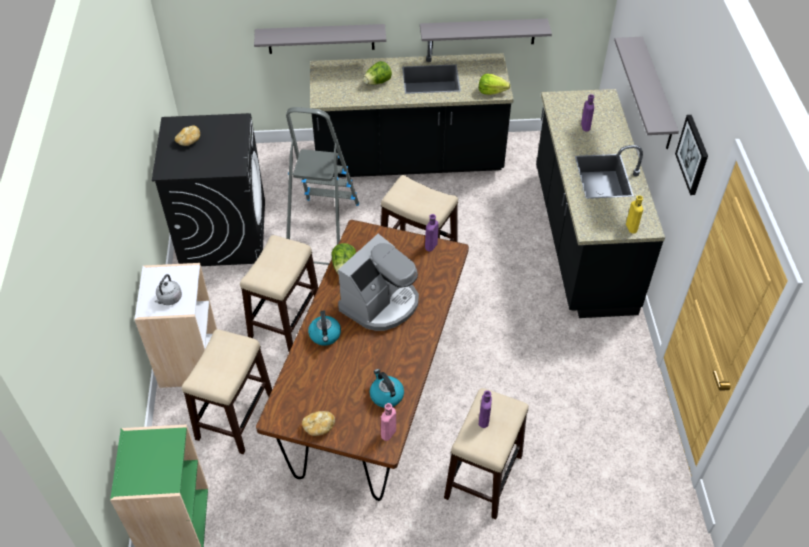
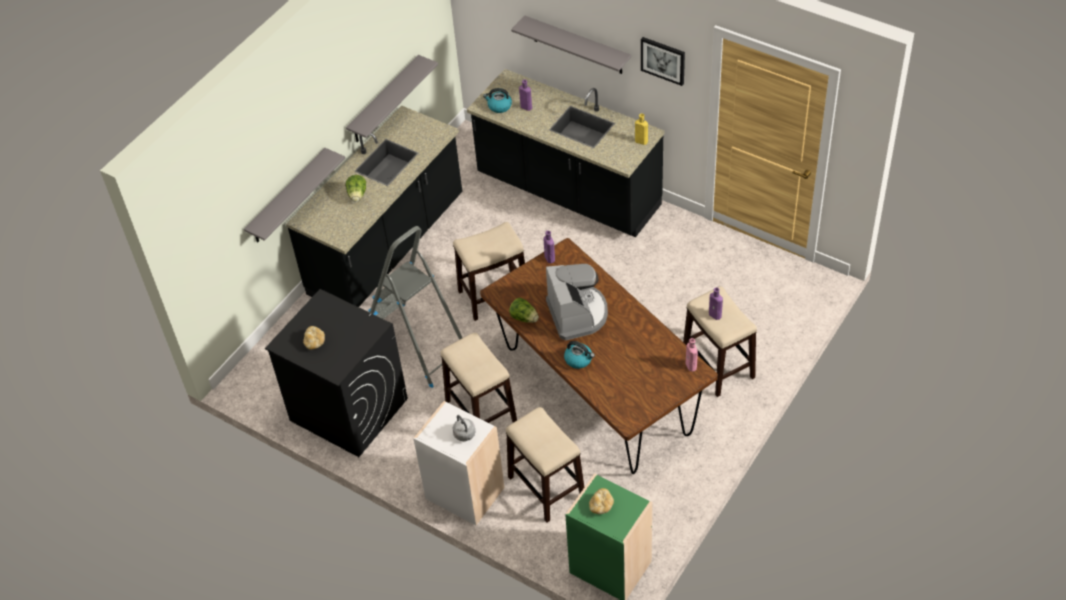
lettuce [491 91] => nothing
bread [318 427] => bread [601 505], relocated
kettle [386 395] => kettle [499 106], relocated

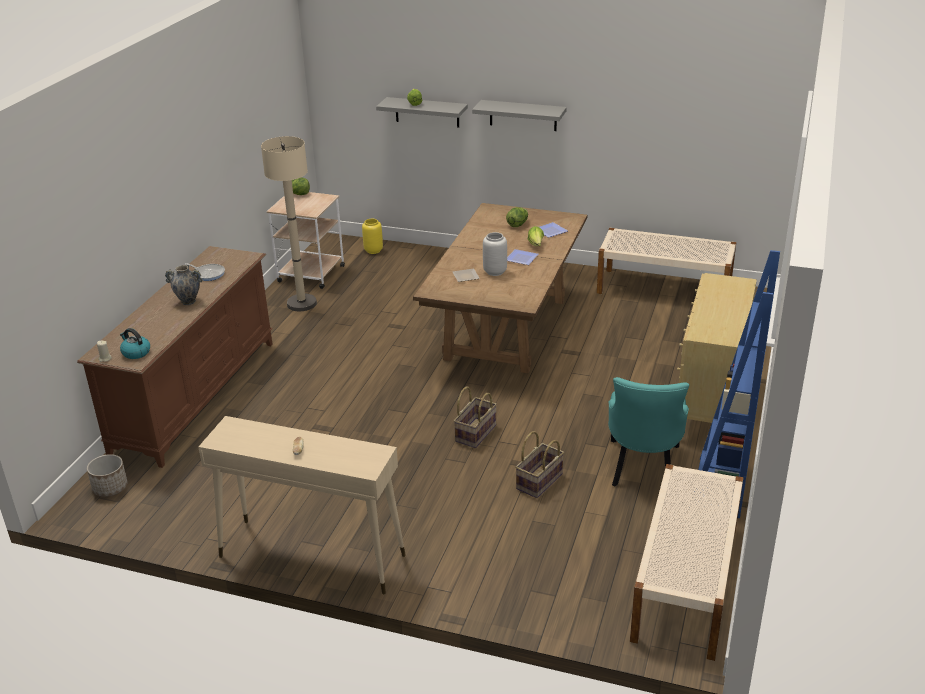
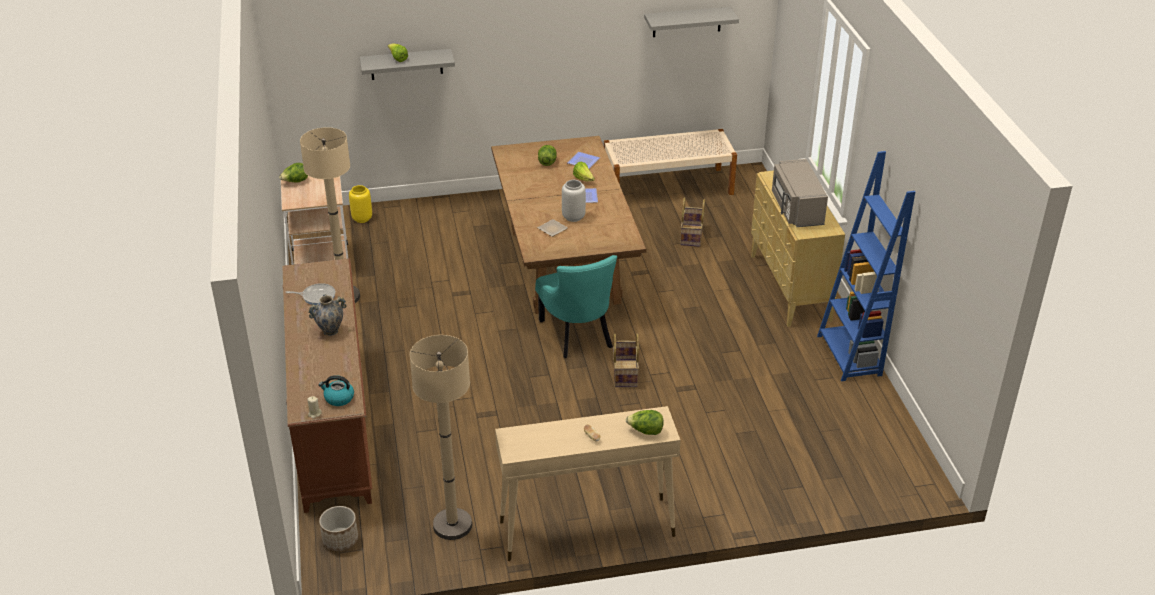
bench (beige) [686 582] => nothing
nothing => floor lamp (beige) [452 525]
nothing => lettuce [645 431]
nothing => microwave (grey) [796 209]
shelf (grey) [523 115] => shelf (grey) [687 22], relocated
basket [540 482] => basket [692 236], relocated
chair (turquoise) [643 464] => chair (turquoise) [576 333], relocated

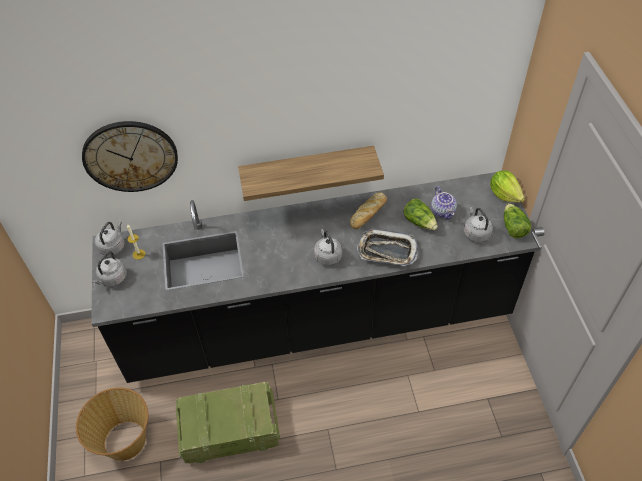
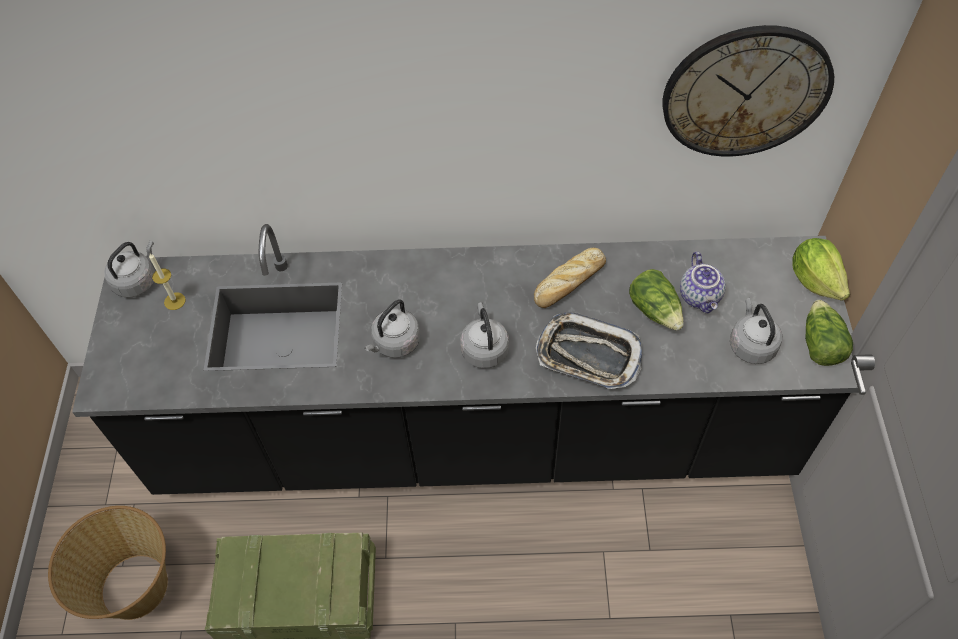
shelf [307 170] => nothing
wall clock [130 156] => wall clock [745 92], relocated
kettle (grey) [112 279] => kettle (grey) [395 343], relocated

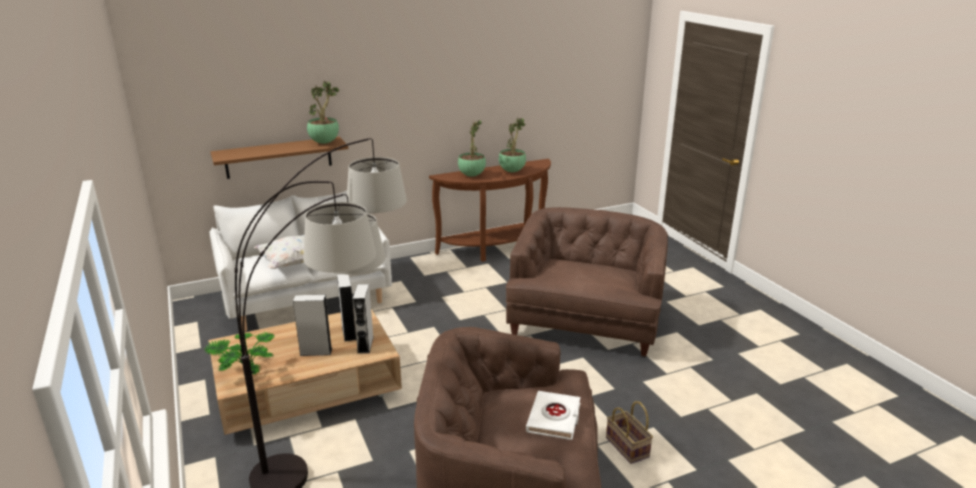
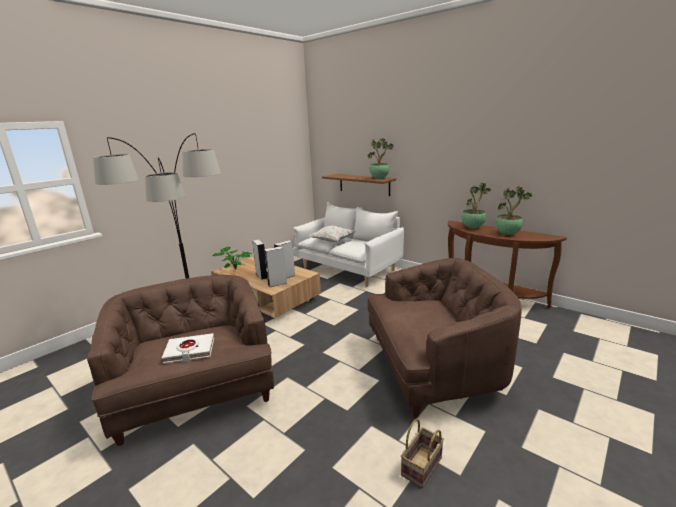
basket [628 447] => basket [422 467], relocated

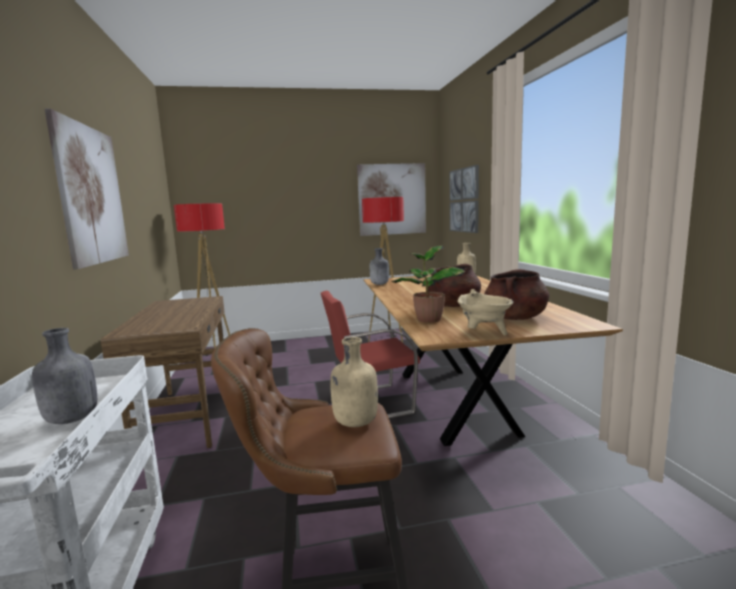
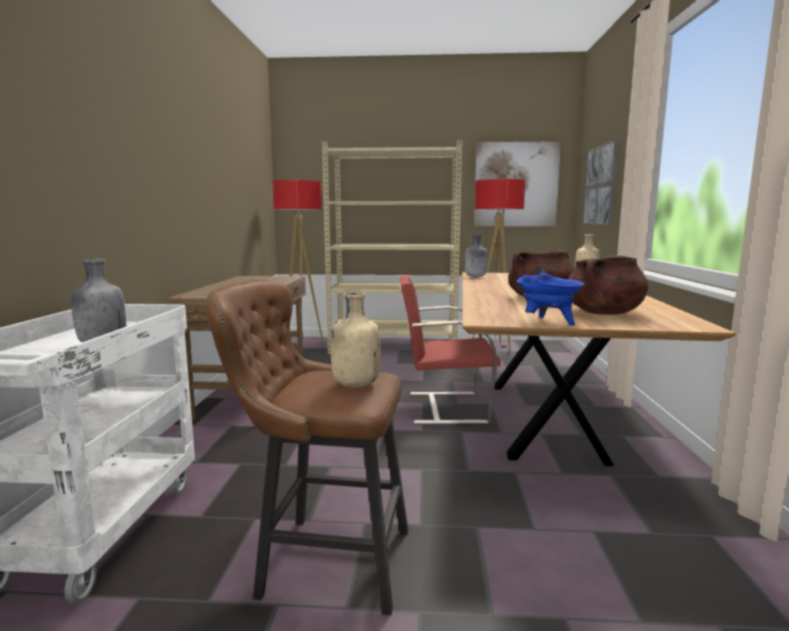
picture [91 195] => nothing
potted plant [428 320] => nothing
nothing => bookcase (beige) [394 346]
cooking pot (beige) [484 334] => cooking pot (blue) [548 322]

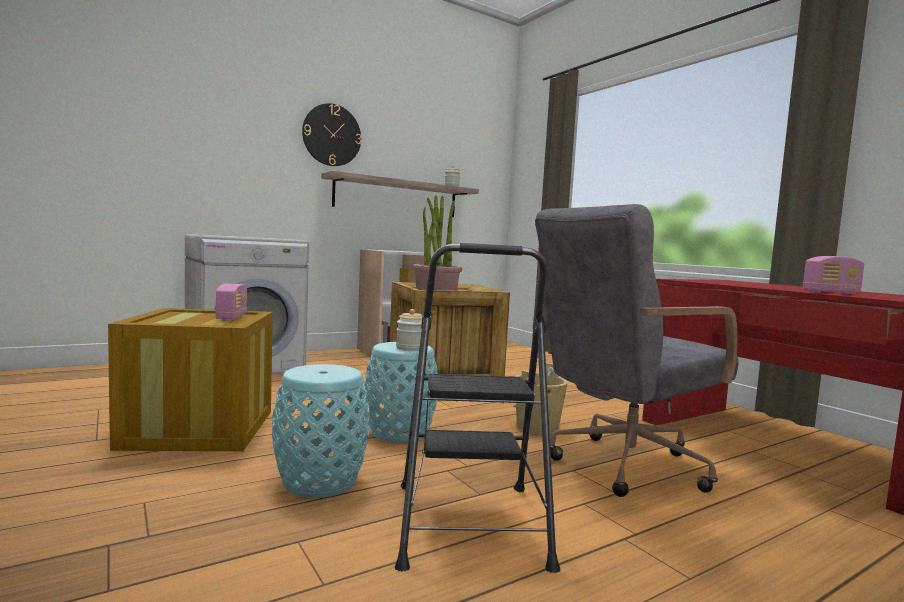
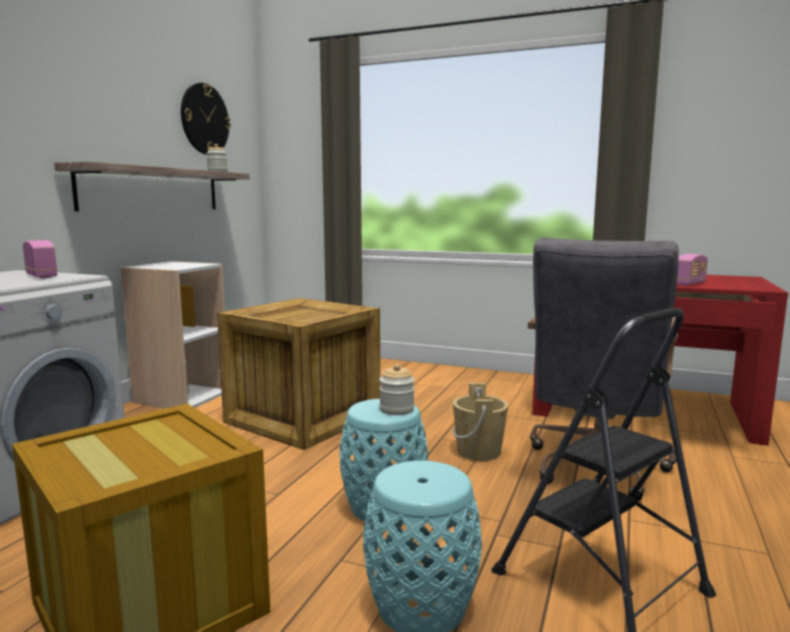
potted plant [436 289] => nothing
radio [232 317] => radio [41 276], relocated
wall clock [332 135] => wall clock [204 119], relocated

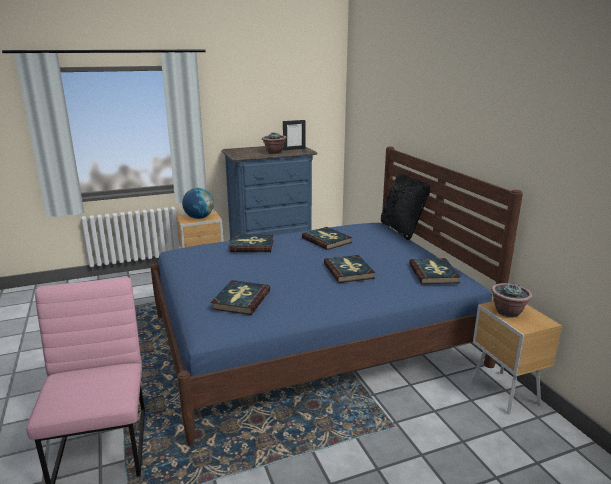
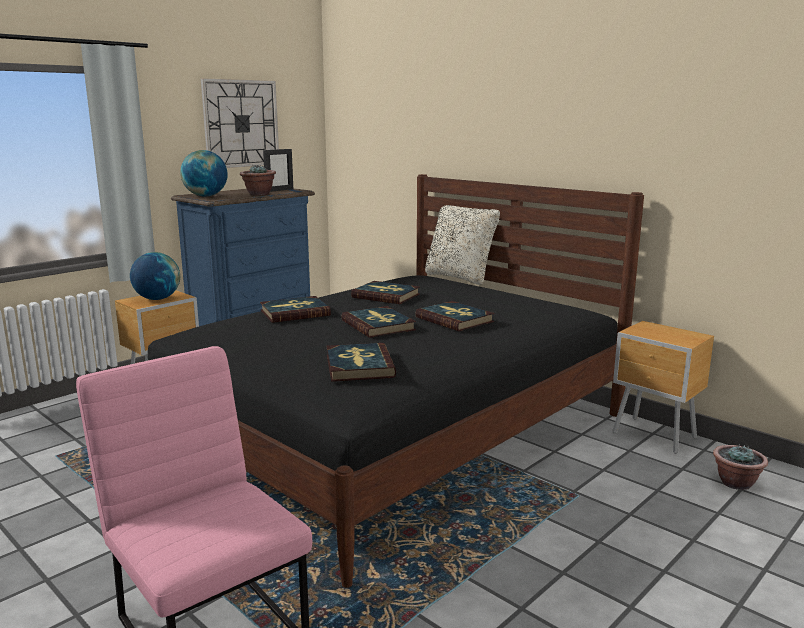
nothing => globe [206 196]
nothing => wall clock [241 123]
book [434 273] => book [378 325], relocated
potted plant [508 312] => potted plant [736 483], relocated
bed (blue) [311 340] => bed (black) [395 432]
pillow (black) [402 231] => pillow (beige) [460 279]

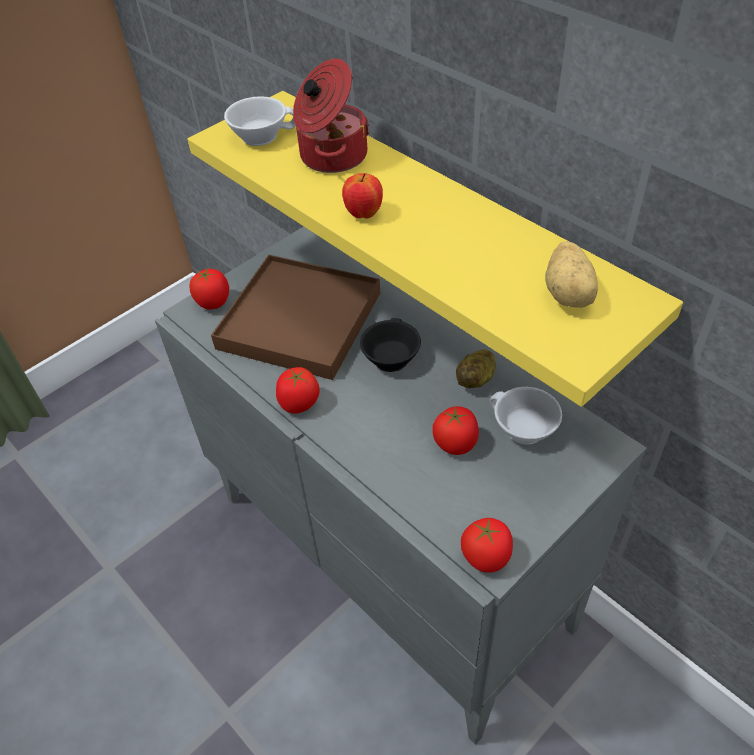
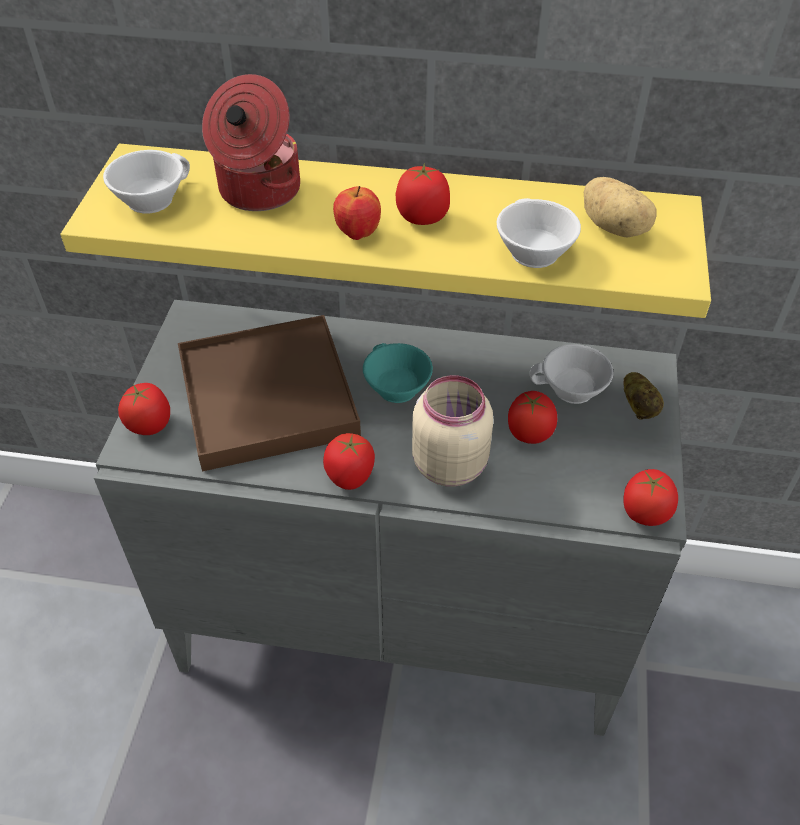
nothing => tomato [422 217]
nothing => jar (beige) [449 463]
nothing => cup (white) [530 251]
potato [476 379] => potato [639 407], relocated
cup (black) [389 357] => cup (turquoise) [394 387]

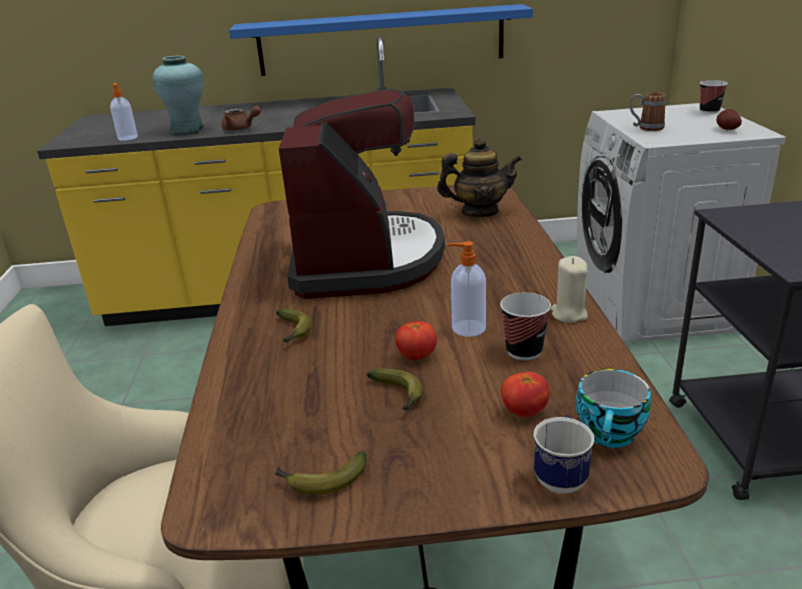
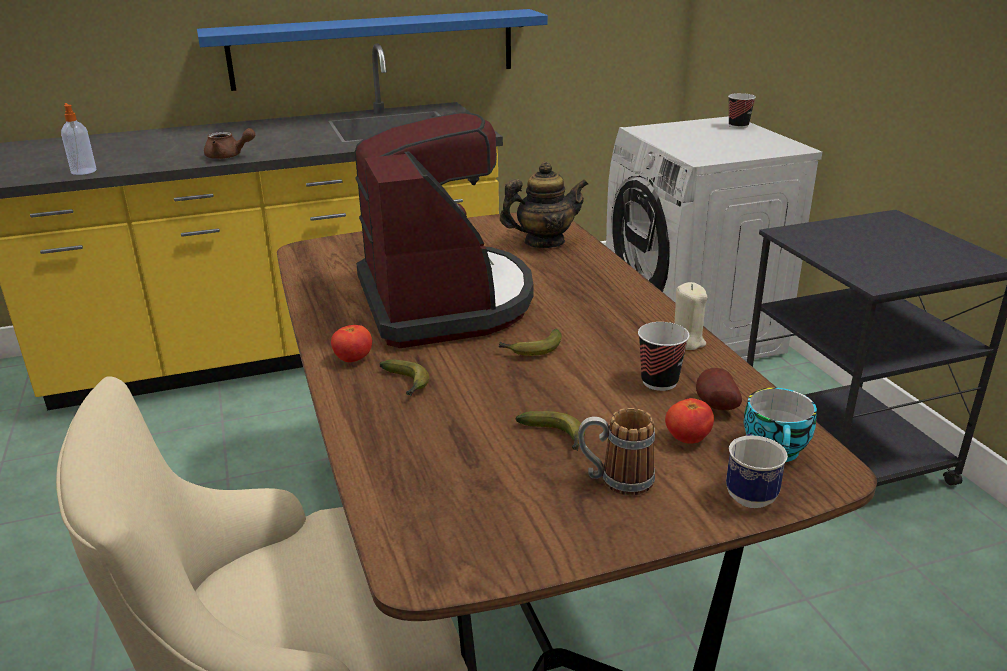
vase (turquoise) [187 130] => nothing
soap dispenser [467 328] => nothing
banana [321 481] => banana [532 350], relocated
tomato [416 356] => tomato [353 359], relocated
mug [645 128] => mug [615 480], relocated
potato [726 129] => potato [714 406], relocated

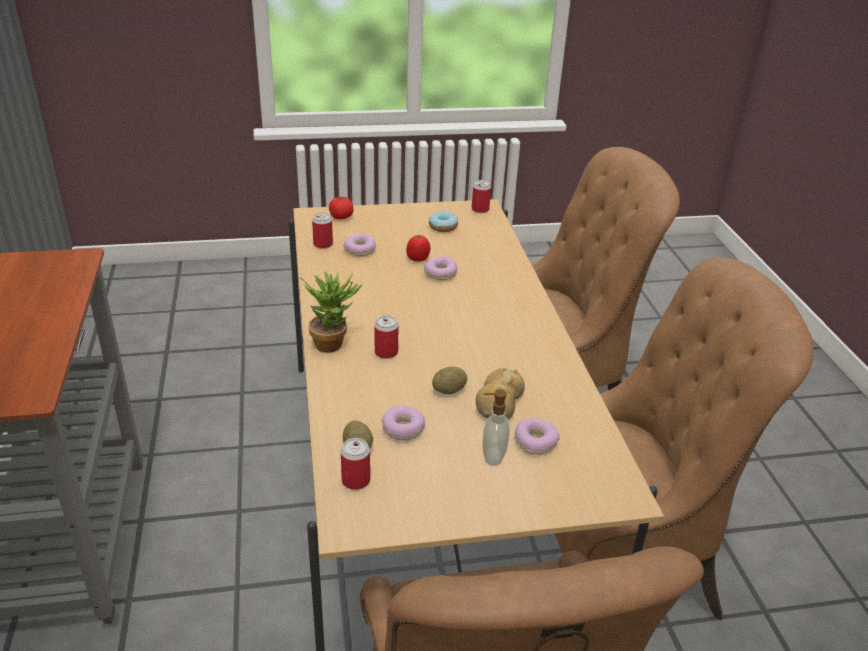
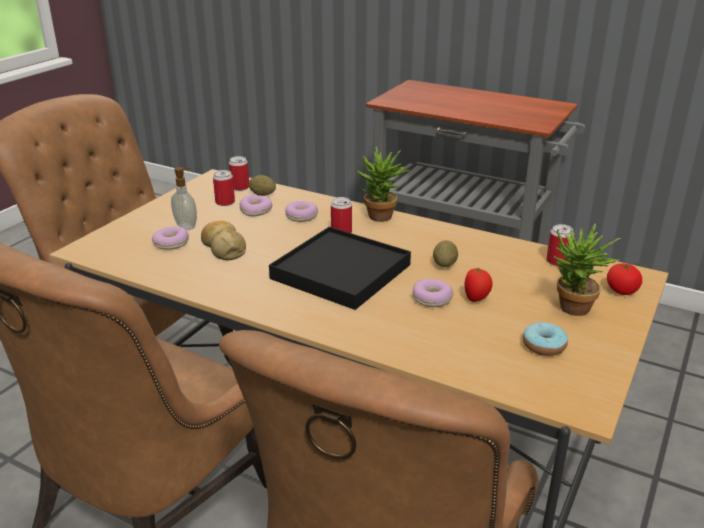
nothing => tray (black) [341 272]
nothing => potted plant [572 311]
donut [360 250] => donut [301 217], relocated
potato [449 390] => potato [444 264], relocated
can [480 209] => can [225 202], relocated

